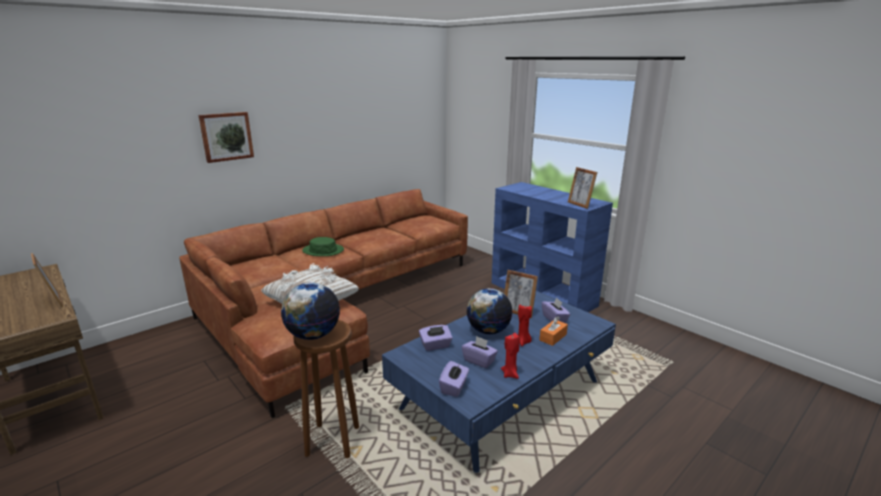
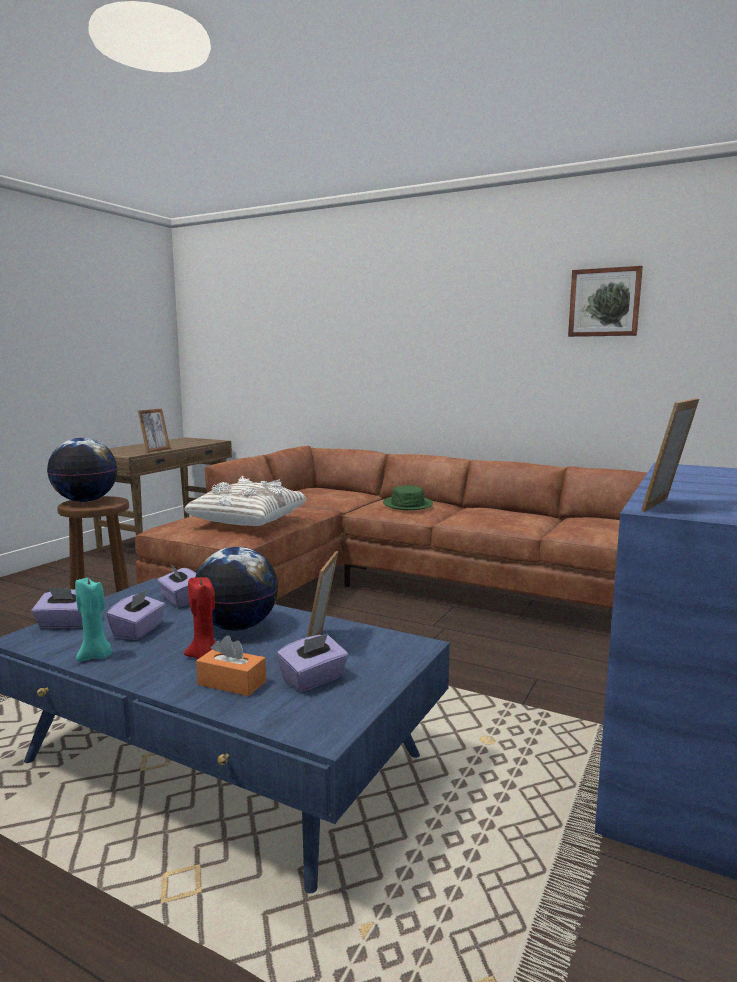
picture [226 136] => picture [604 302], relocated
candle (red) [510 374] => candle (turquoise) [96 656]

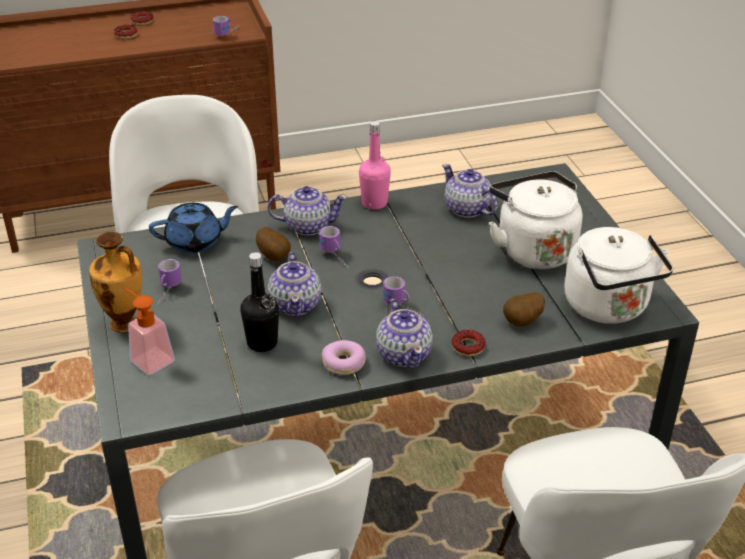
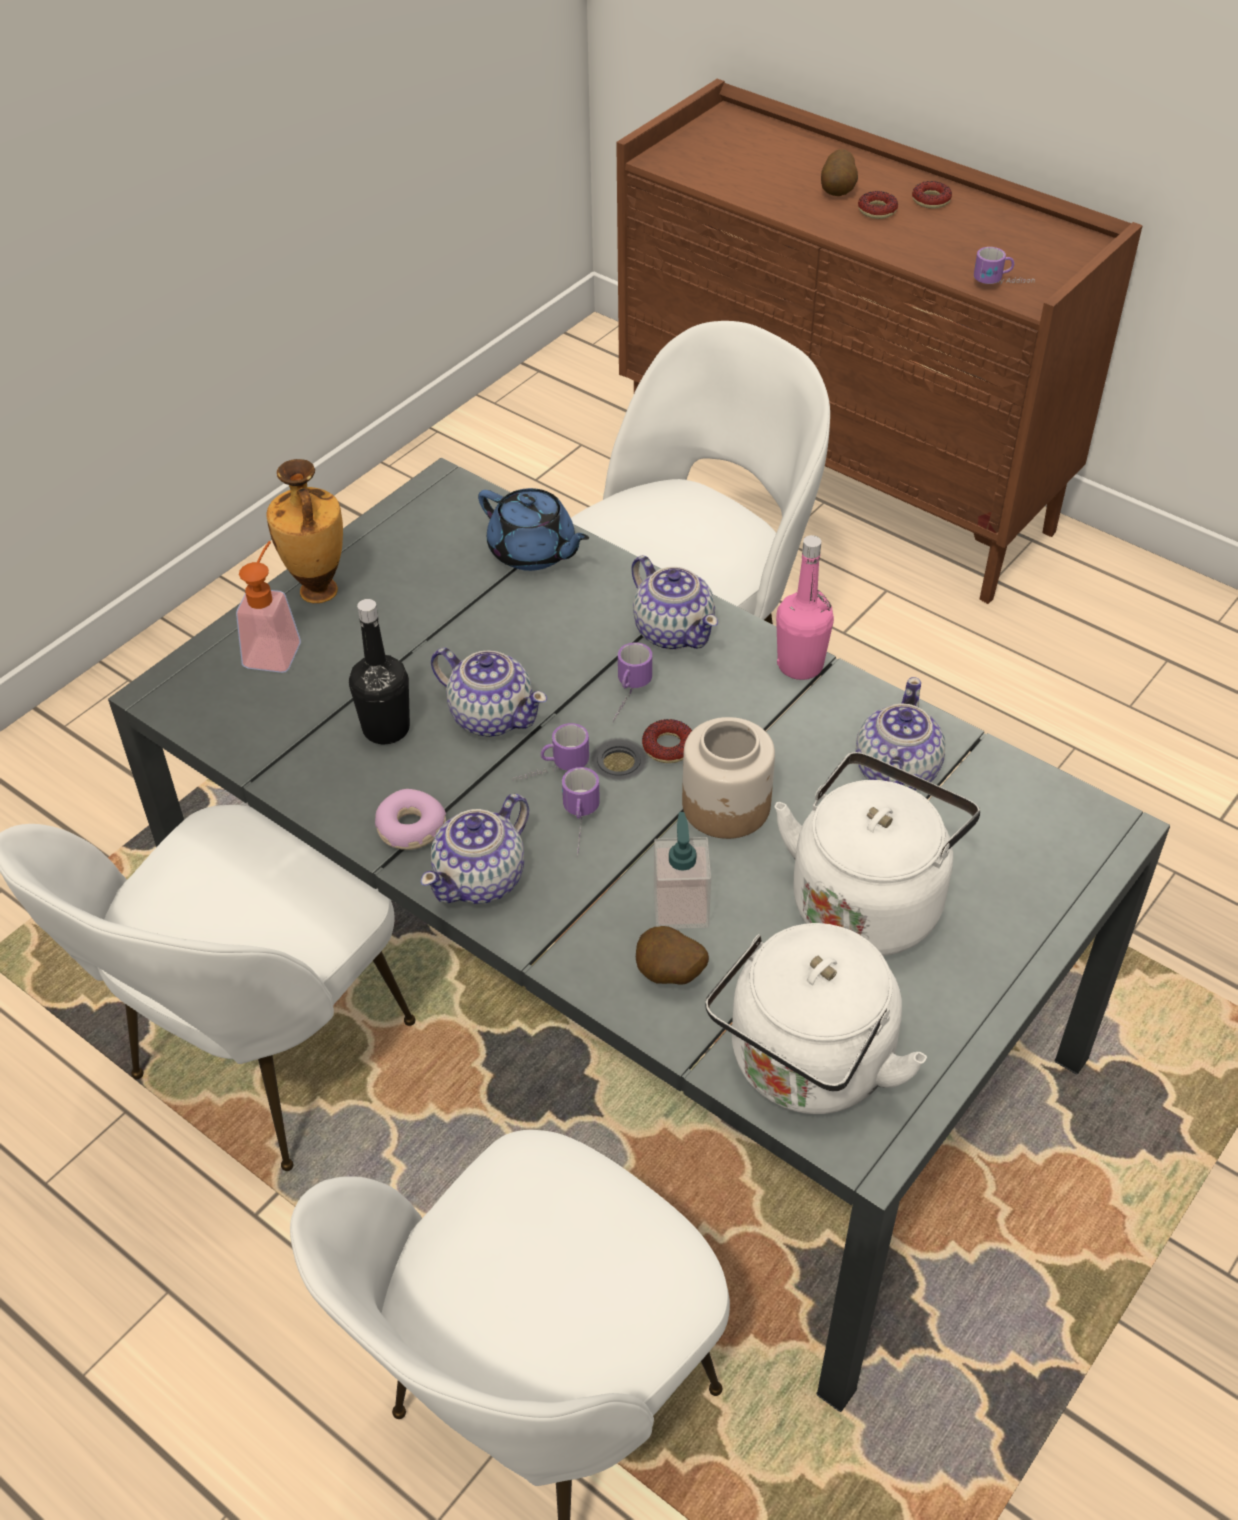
nothing => soap dispenser [681 907]
nothing => jar [727 806]
mug [166 293] => mug [550 771], relocated
potato [274 256] => potato [838 192], relocated
donut [468 347] => donut [668 747], relocated
teapot [296 304] => teapot [491 715], 105 degrees counterclockwise

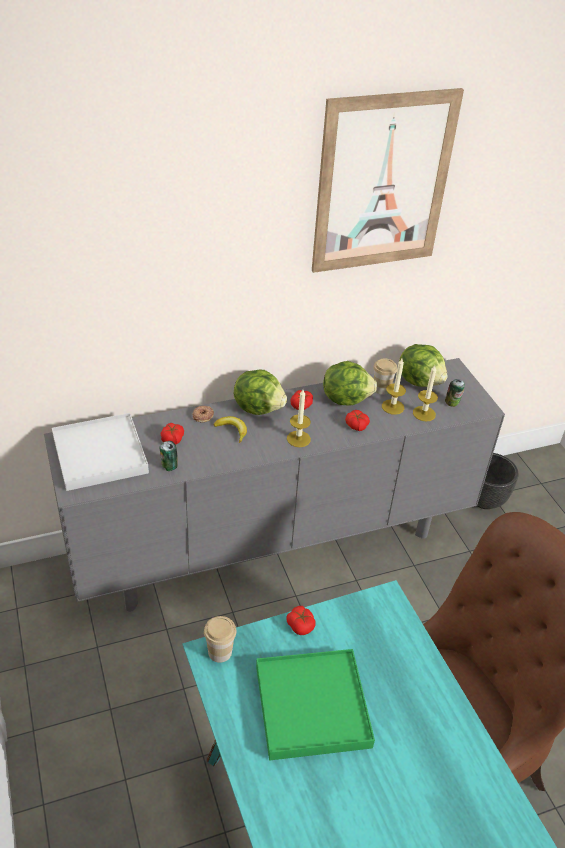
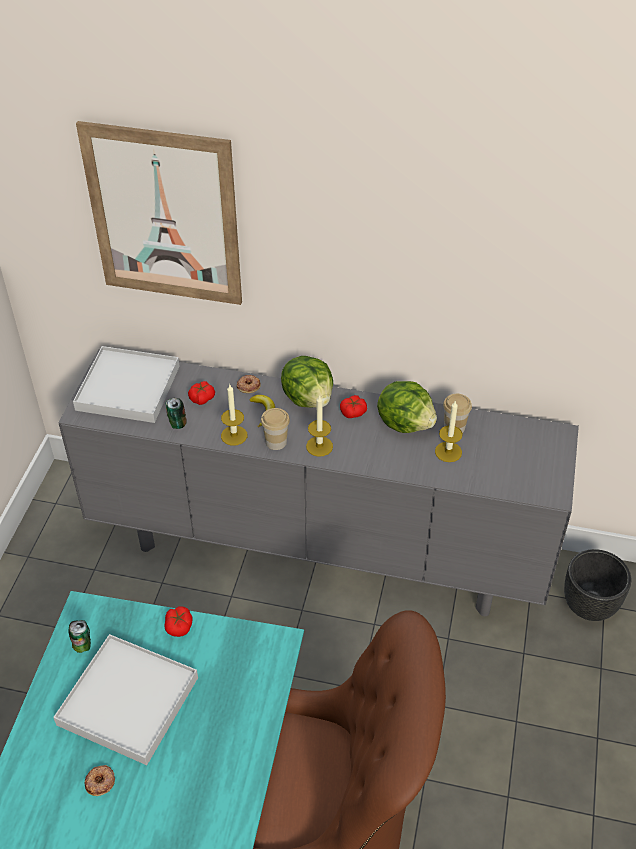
tomato [356 425] => nothing
lettuce [420 381] => nothing
nothing => donut [100 782]
cup [220 652] => cup [276 442], relocated
picture [383 183] => picture [164 216], relocated
candle [424 413] => candle [234 435], relocated
can [452 403] => can [83 646], relocated
tray (green) [312 706] => tray (white) [127 701]

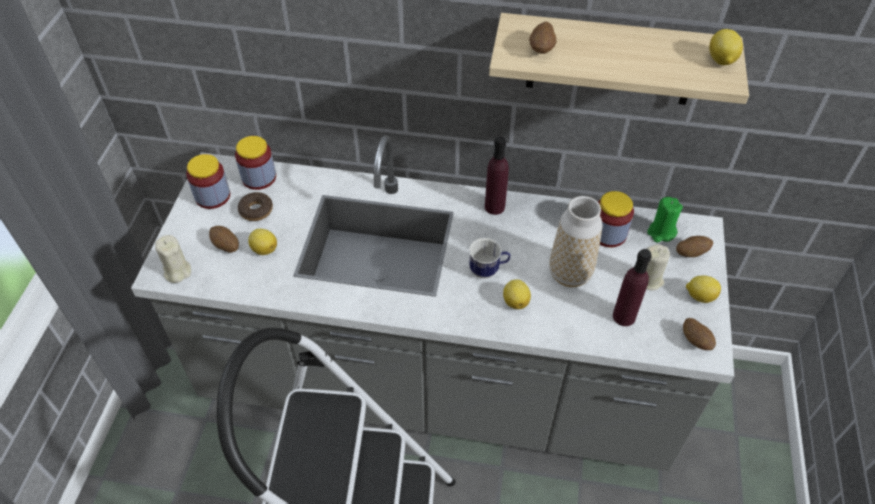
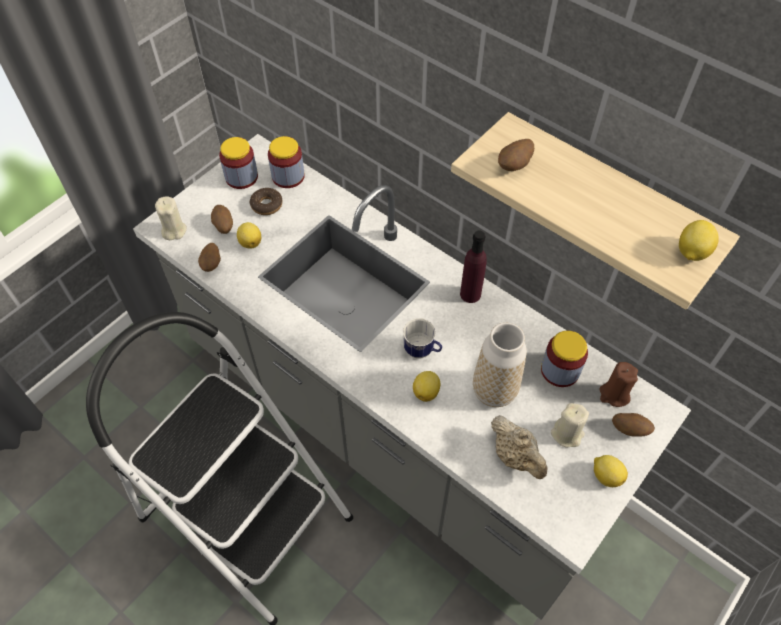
potato [696 341] => potato [212 264], relocated
bottle (purple) [624 316] => teapot (beige) [516 457]
candle (green) [661 232] => candle (brown) [614 394]

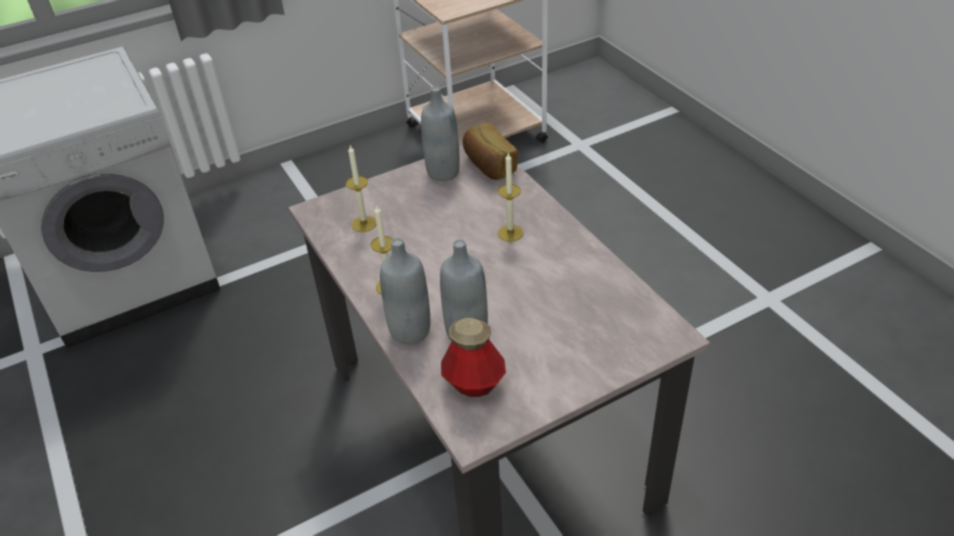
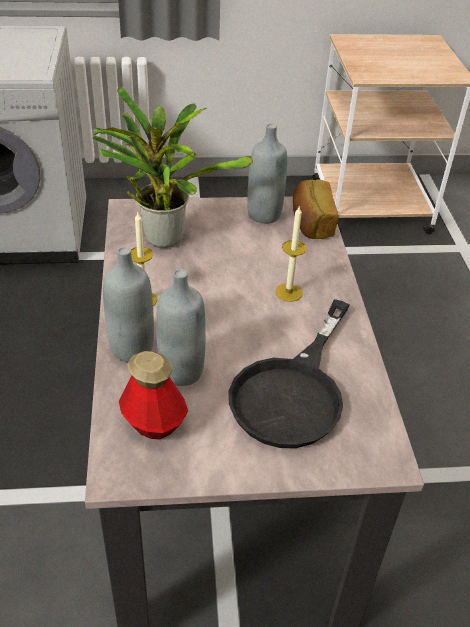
nothing => frying pan (black) [293 391]
candle [364 224] => potted plant [161 236]

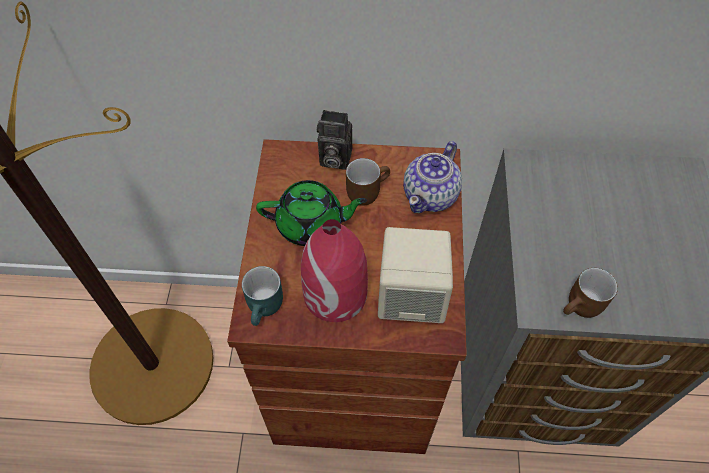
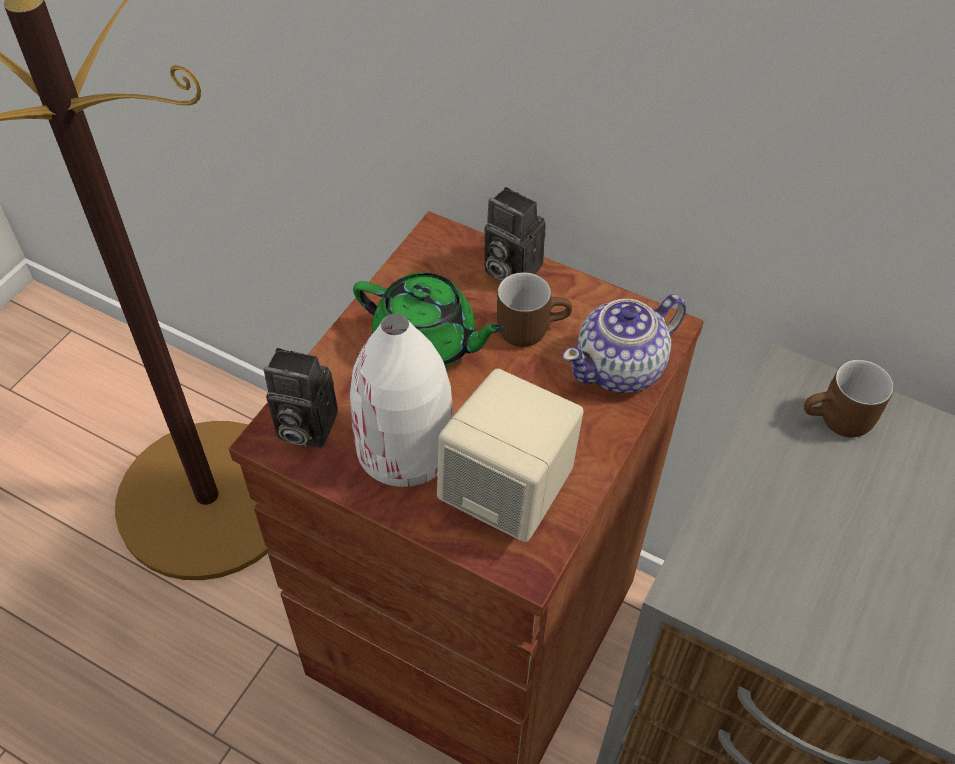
mug (brown) [582 308] => mug (brown) [838 422], relocated
mug (turquoise) [266 308] => photo camera [303 427]
vase (red) [335 294] => vase (white) [404 447]

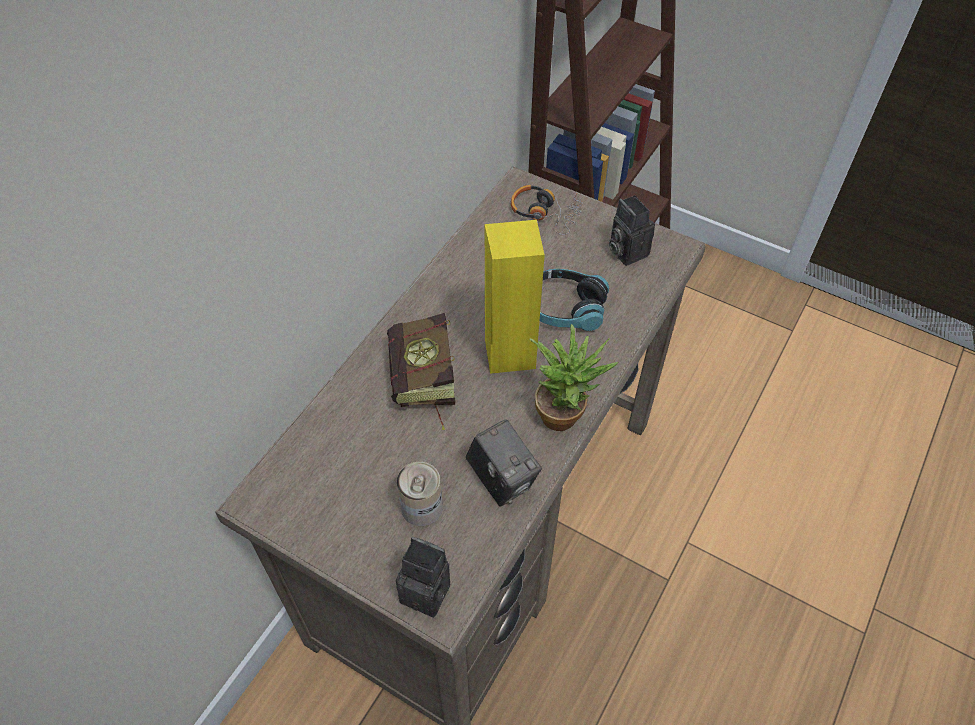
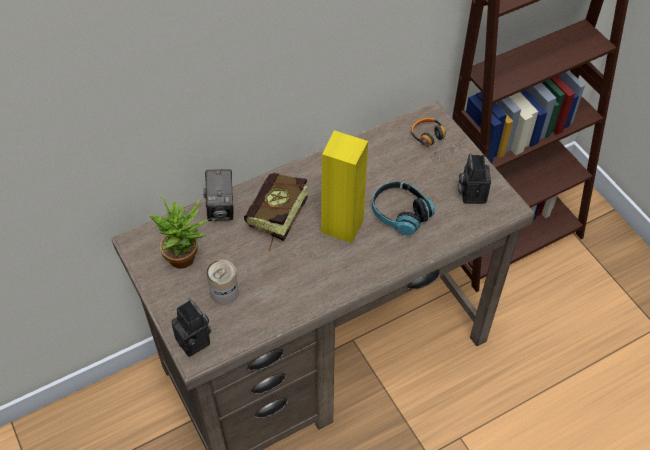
photo camera [502 479] => photo camera [221 208], relocated
potted plant [565 412] => potted plant [187 258], relocated

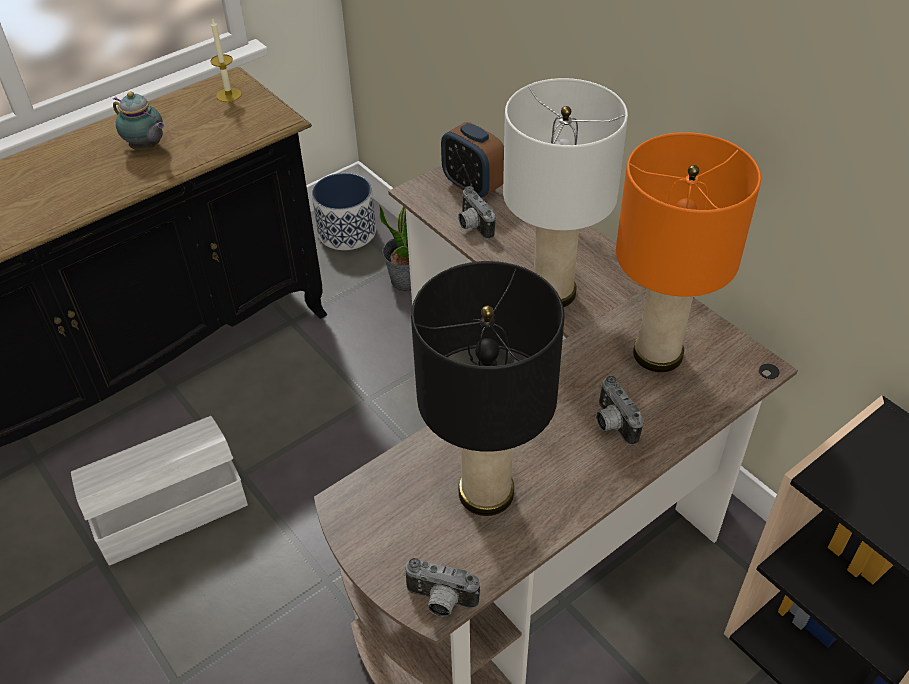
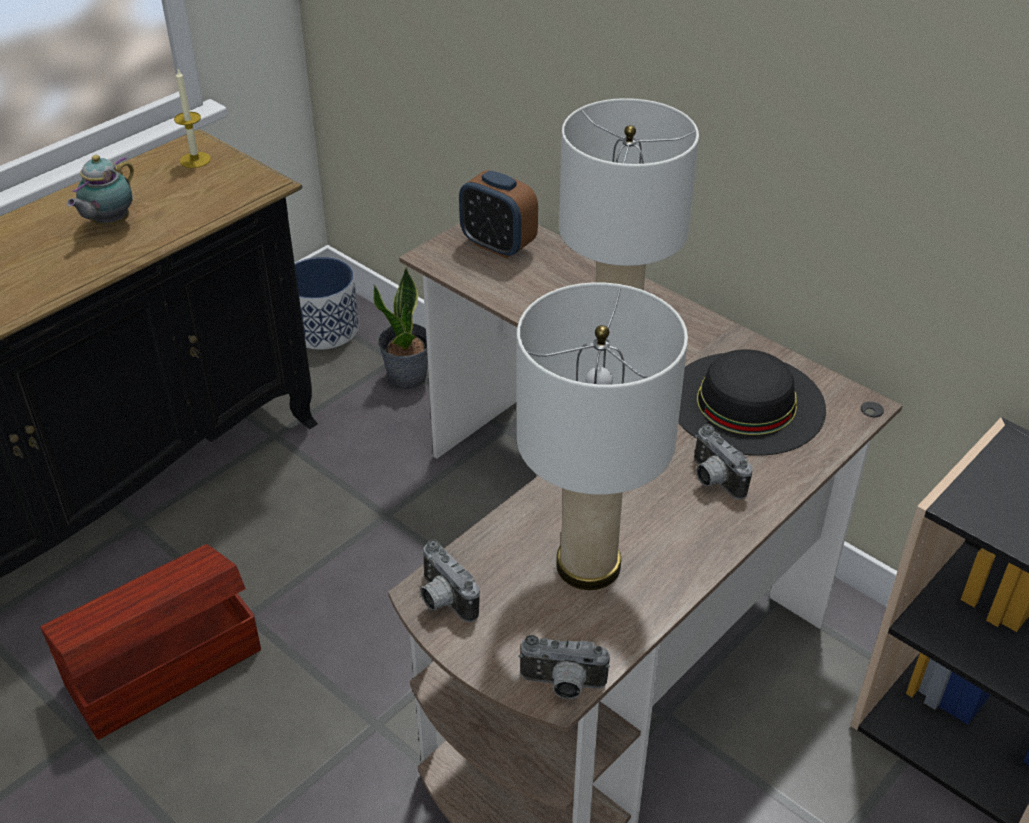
photo camera [472 226] => photo camera [442 600], relocated
table lamp (orange) [657 353] => hat (black) [746 402]
storage box (white) [168 509] => storage box (brown) [161 666]
table lamp (black) [487 492] => table lamp (white) [589 565]
teapot [147 148] => teapot [109 224], 90 degrees clockwise

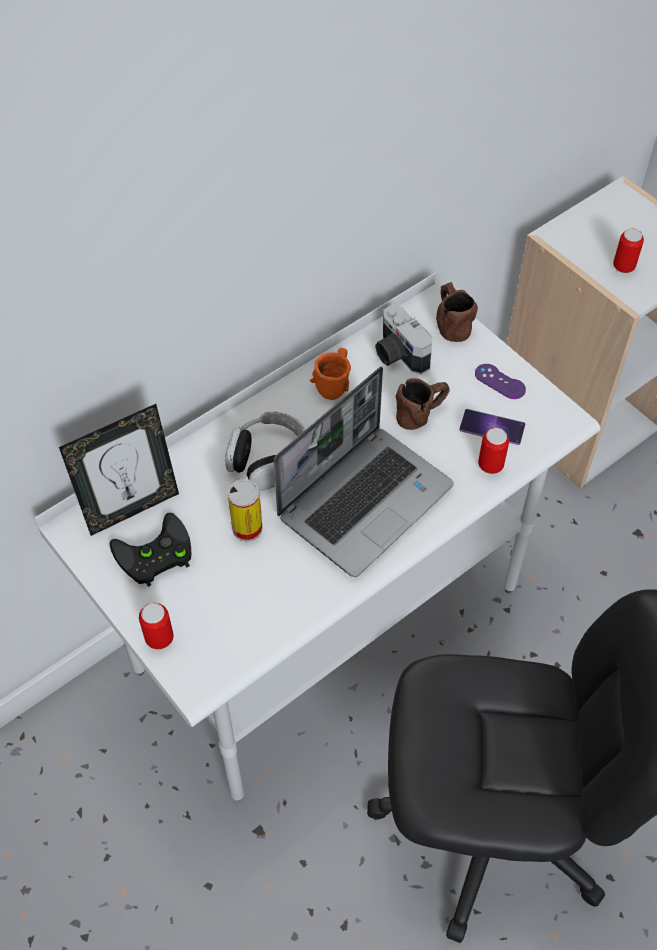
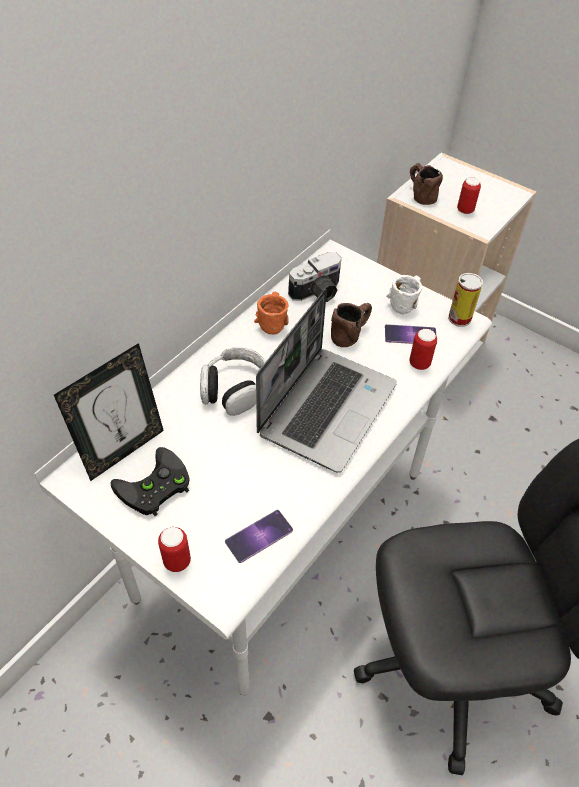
nothing => phone [259 536]
can [247 528] => can [459 318], relocated
mug (brown) [450 323] => mug (brown) [420 194], relocated
game controller (purple) [500 381] => mug (white) [404 301]
photo camera [398 354] => photo camera [317 293], 75 degrees counterclockwise

